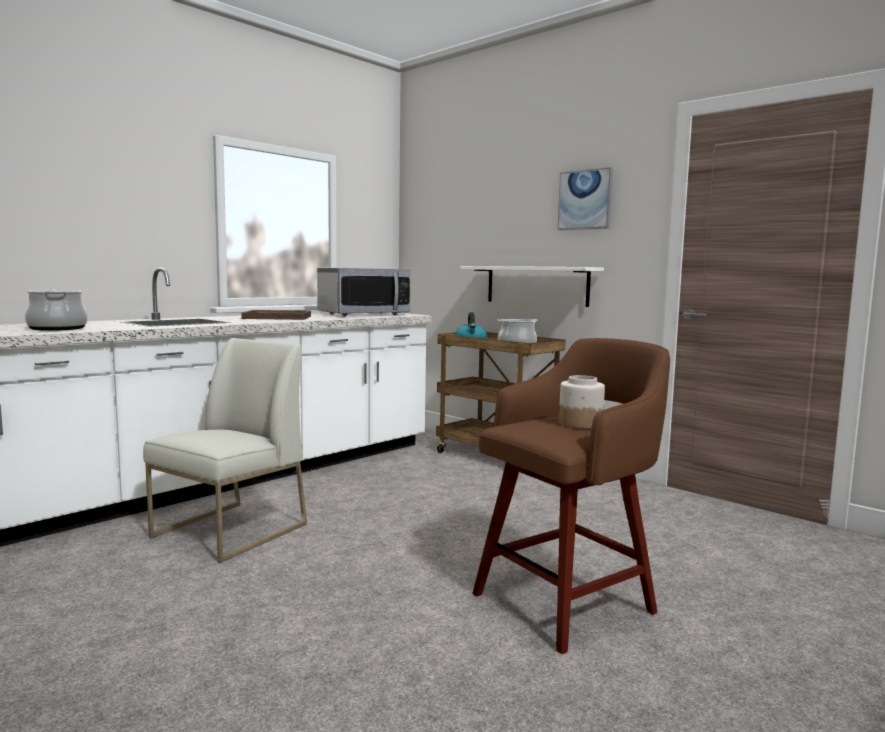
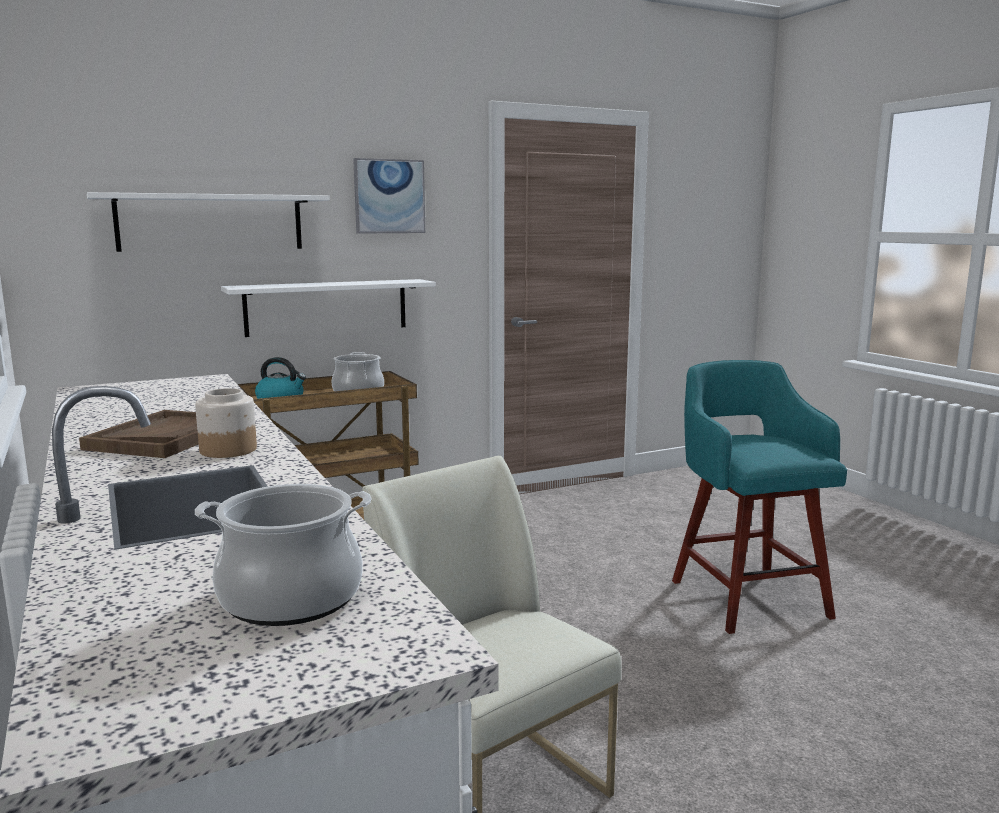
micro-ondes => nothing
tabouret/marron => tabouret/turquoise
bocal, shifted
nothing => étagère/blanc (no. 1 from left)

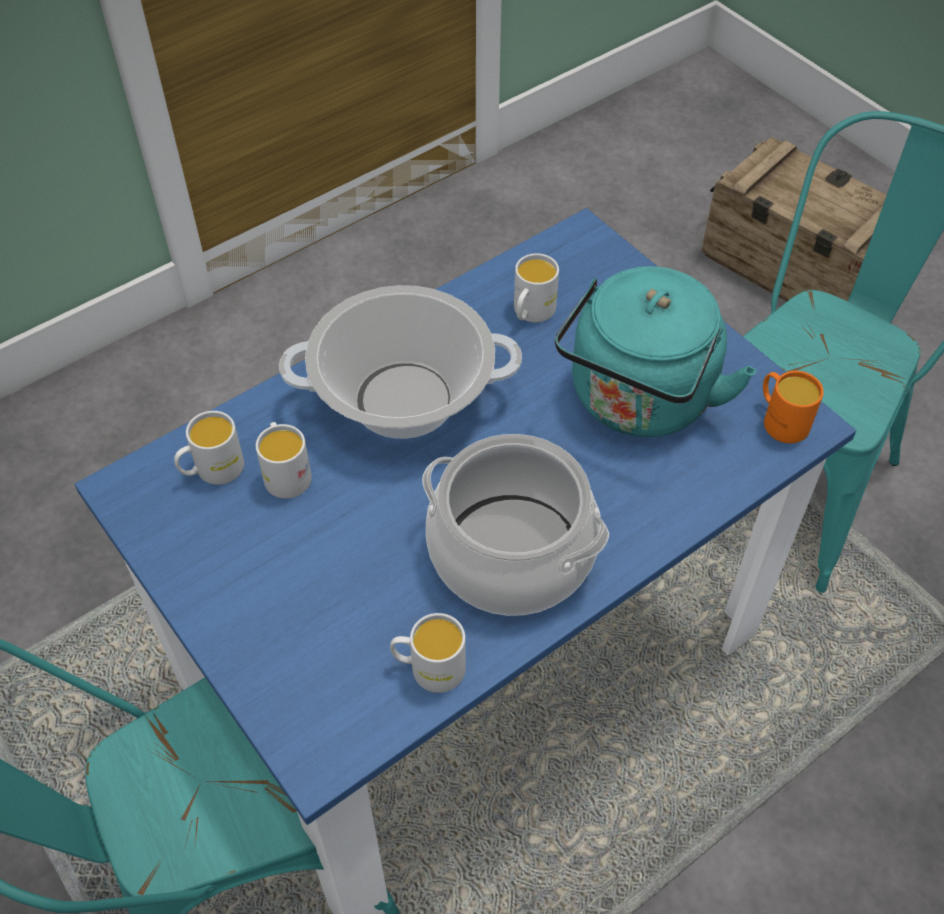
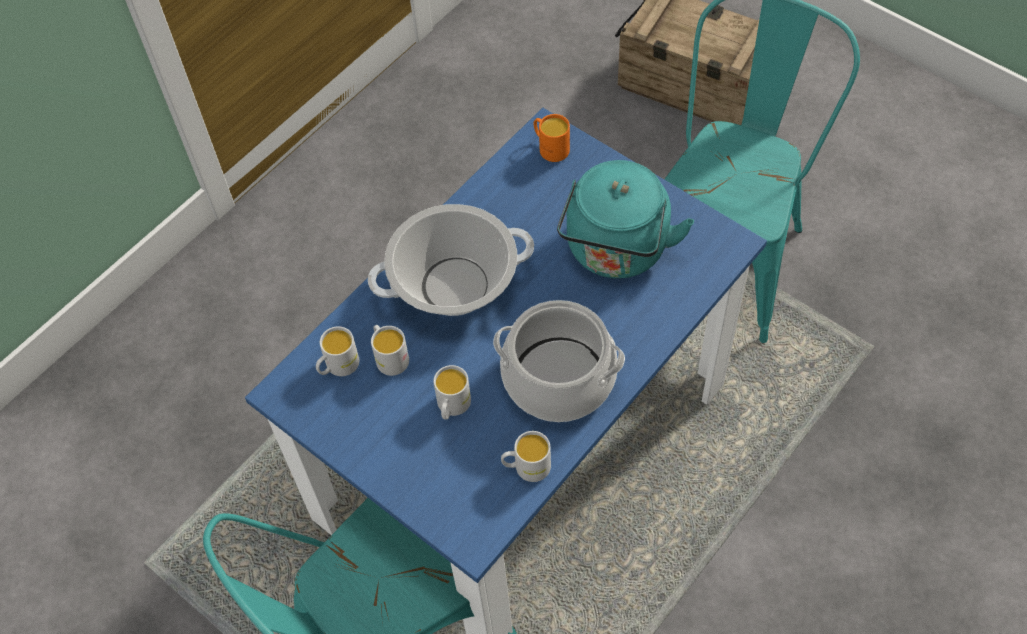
mug/blanc (no. 4 from left in the first image) => mug/blanc (no. 3 from left), shifted
mug/orange, shifted

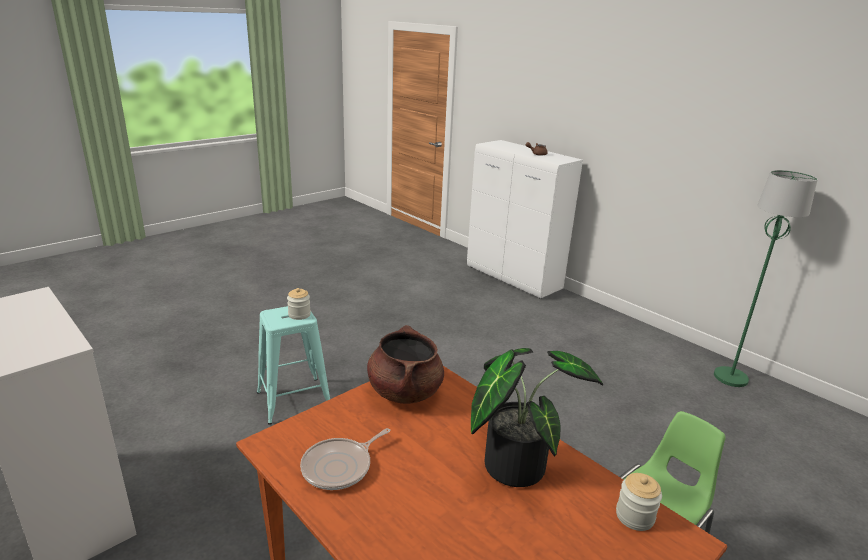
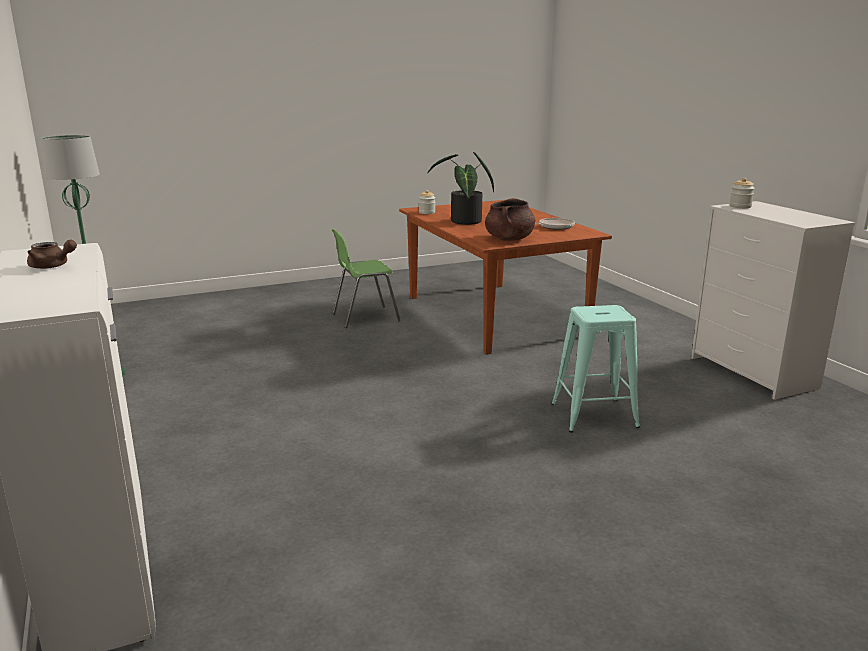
bocal (no. 1 from left in the first image) => bocal (no. 2 from left), shifted

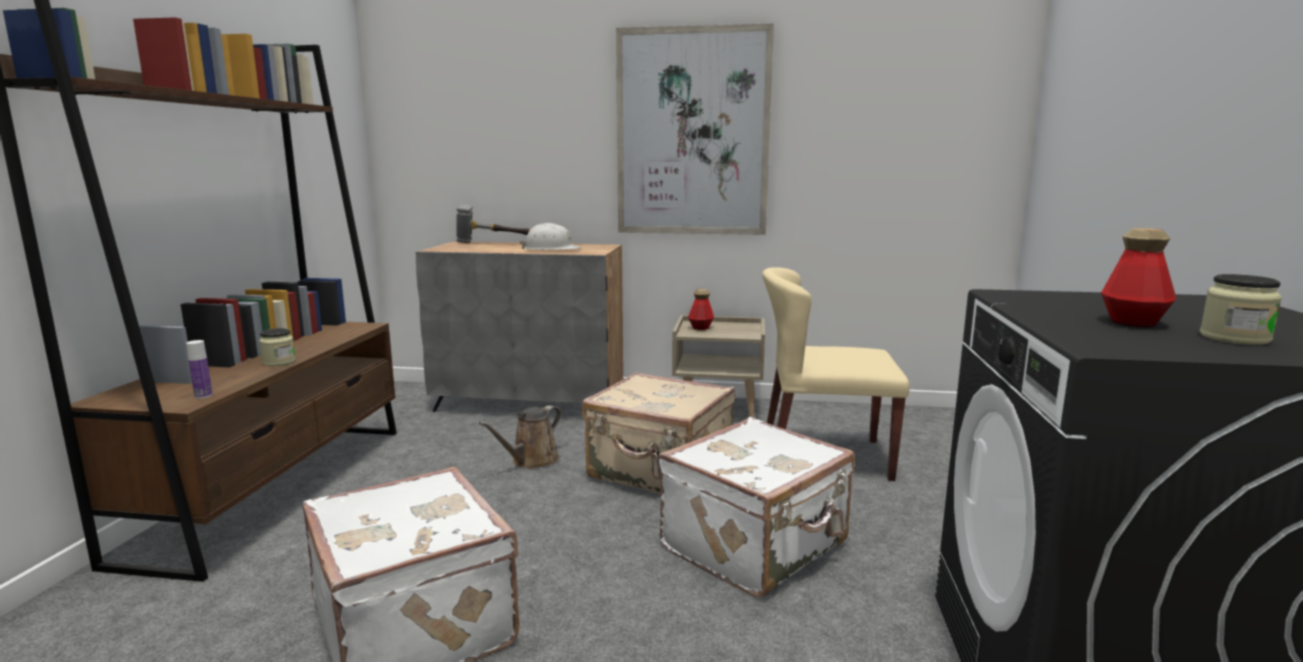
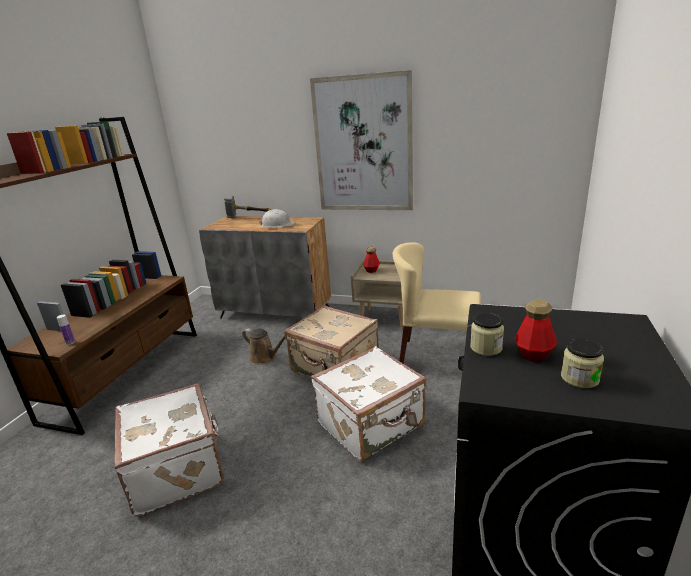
bocal (no. 1 from left), shifted
arrosoir/marron, 105 degrees counterclockwise

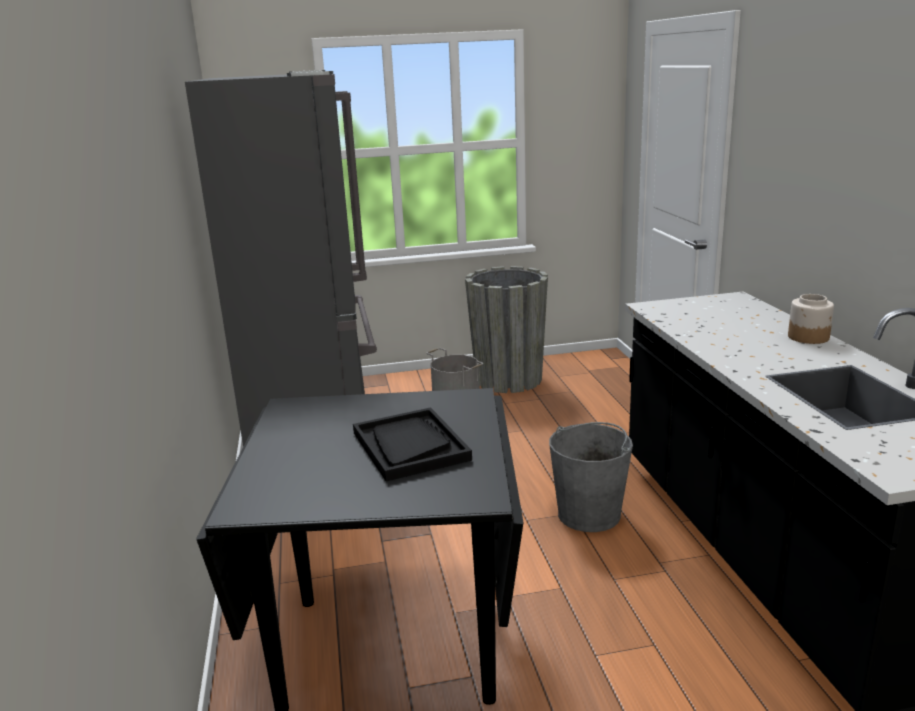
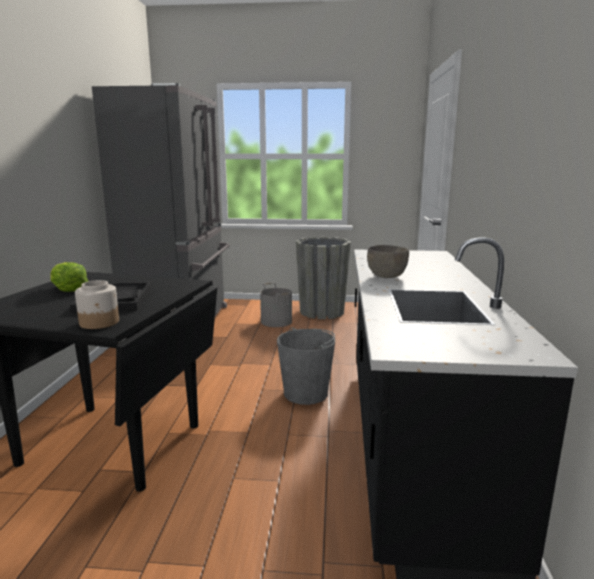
bocal, shifted
nothing => laitue
nothing => bol/gris

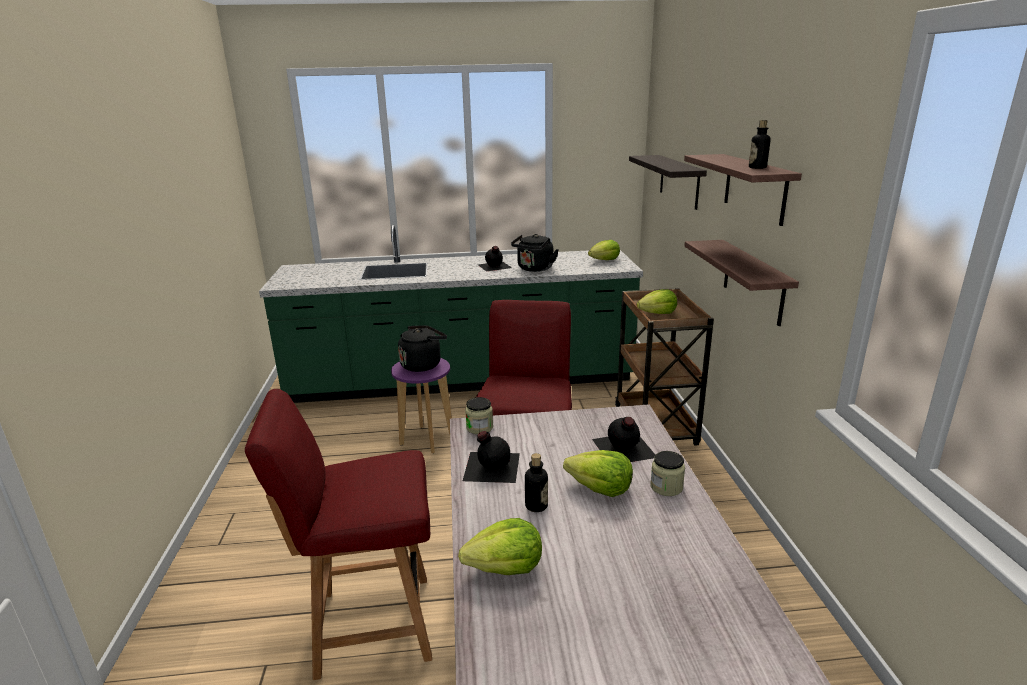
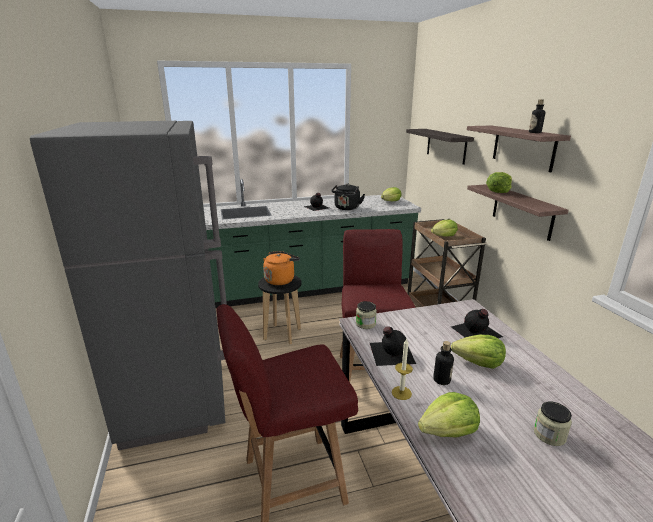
tabouret/violet => tabouret/noir
bouilloire/noir (no. 1 from left) => bouilloire/orange
bocal (no. 2 from left), shifted
nothing => réfrigérateur/gris
nothing => bougie
nothing => laitue (no. 5 from left)

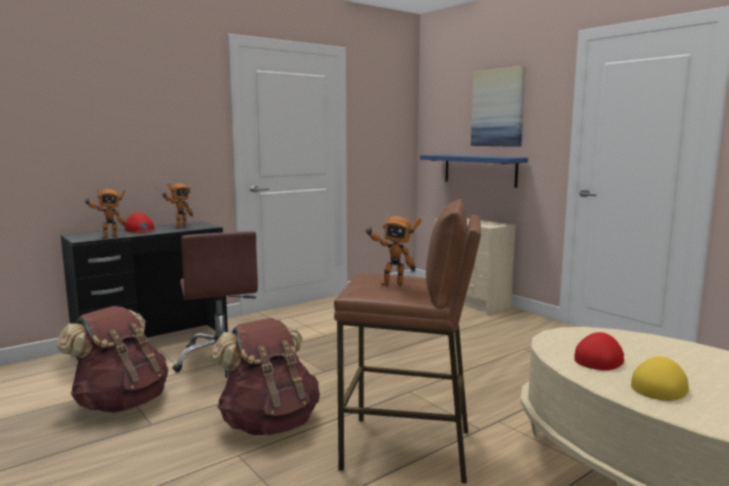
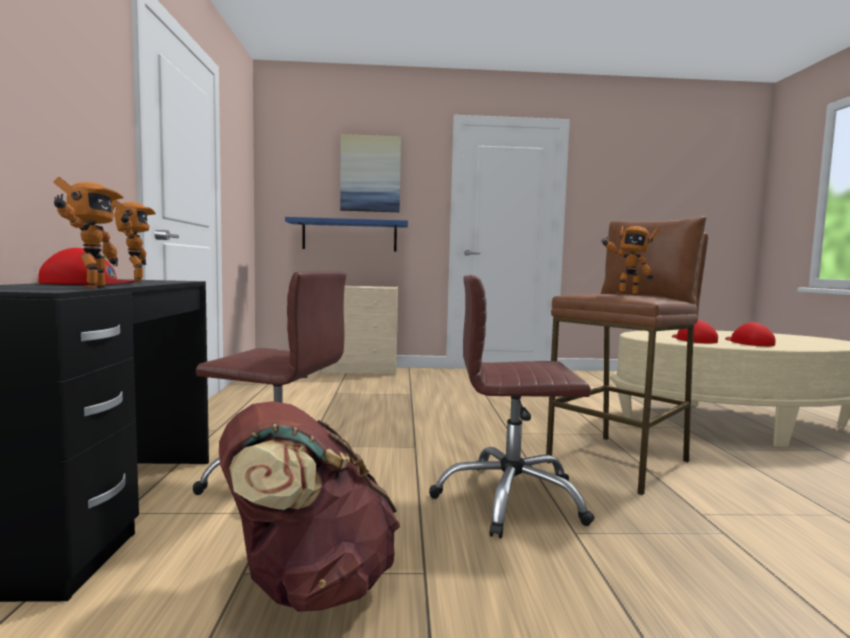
sac à dos/marron (no. 2 from left) => chaise de bureau/marron (no. 2 from left)
robot jouet (no. 3 from left), 60 degrees clockwise
casquette/jaune => casquette/rouge (no. 3 from left)

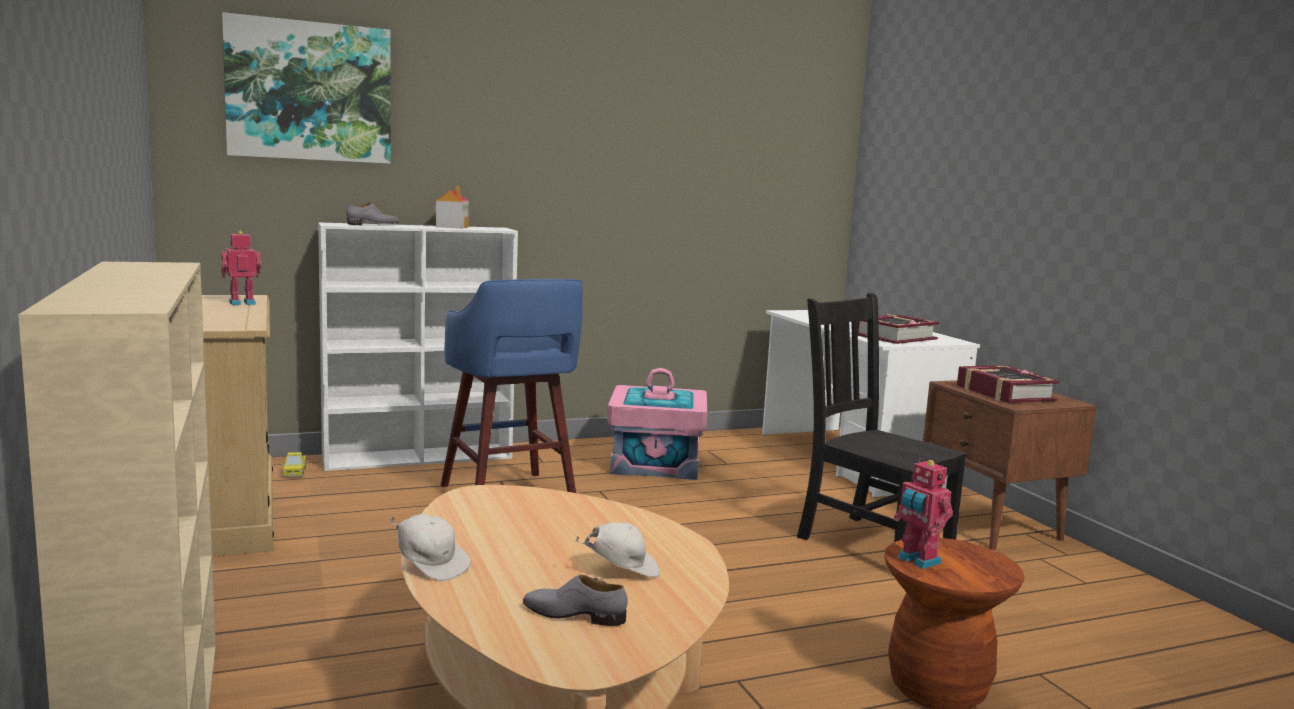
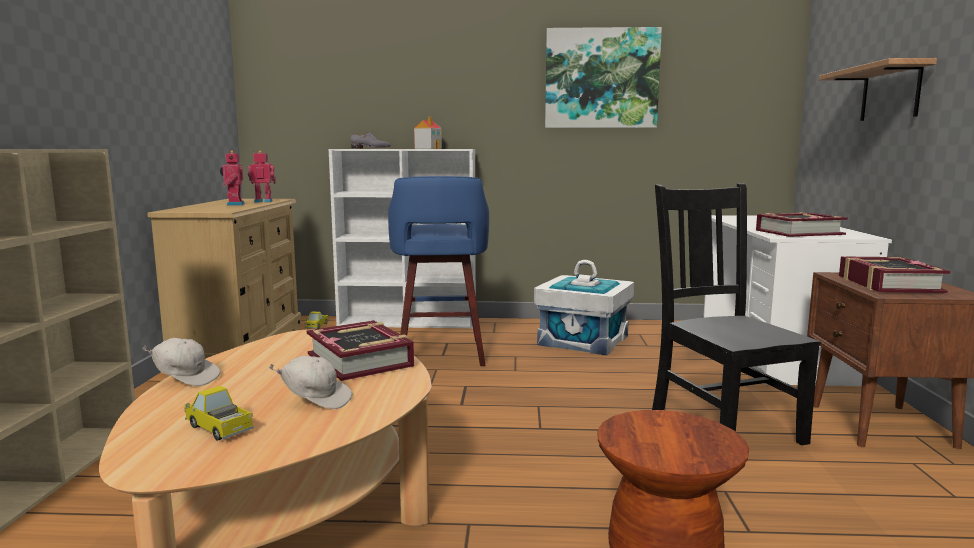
tableau, shifted
casquette/blanc (no. 1 from left), 45 degrees counterclockwise
chaussure/gris (no. 2 from left) => camion jouet (no. 1 from left)
boîte de rangement/rose => boîte de rangement/blanc
robot jouet (no. 2 from left in the first image) => robot jouet (no. 1 from left), shifted
nothing => livre (no. 1 from left)
nothing => étagère

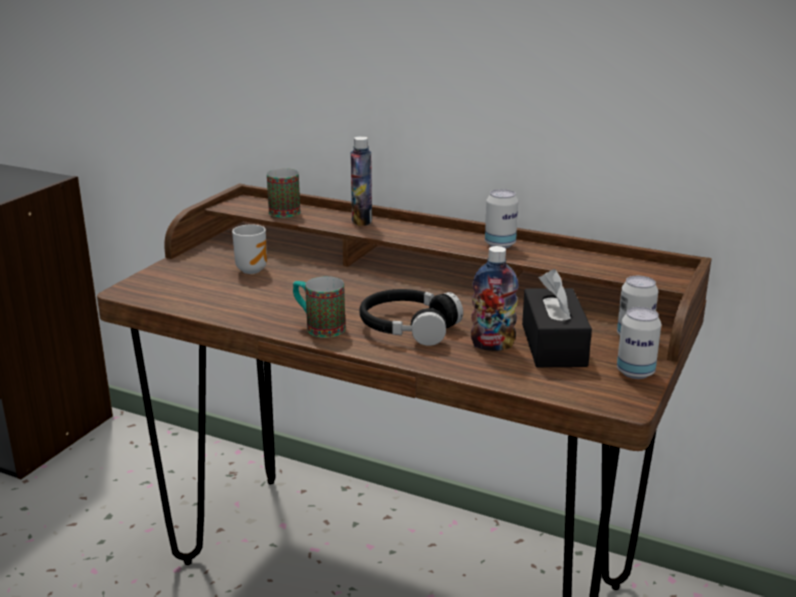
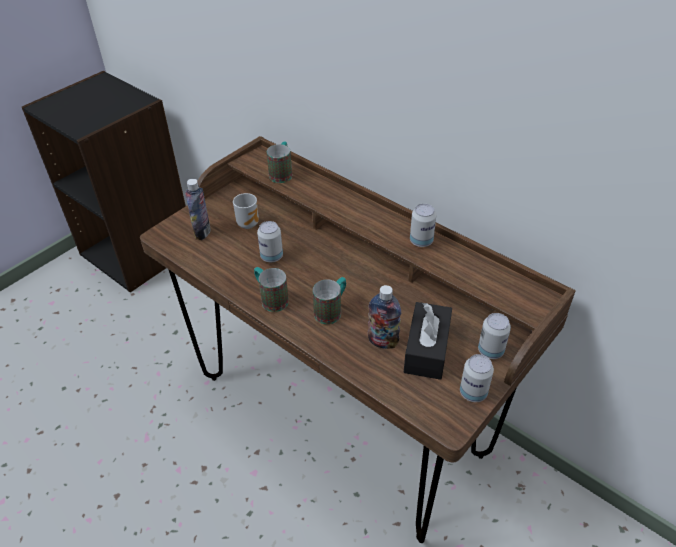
bouteille (no. 1 from left), shifted
casque audio/noir => mug (no. 4 from left)
nothing => boîte métallique (no. 1 from left)

